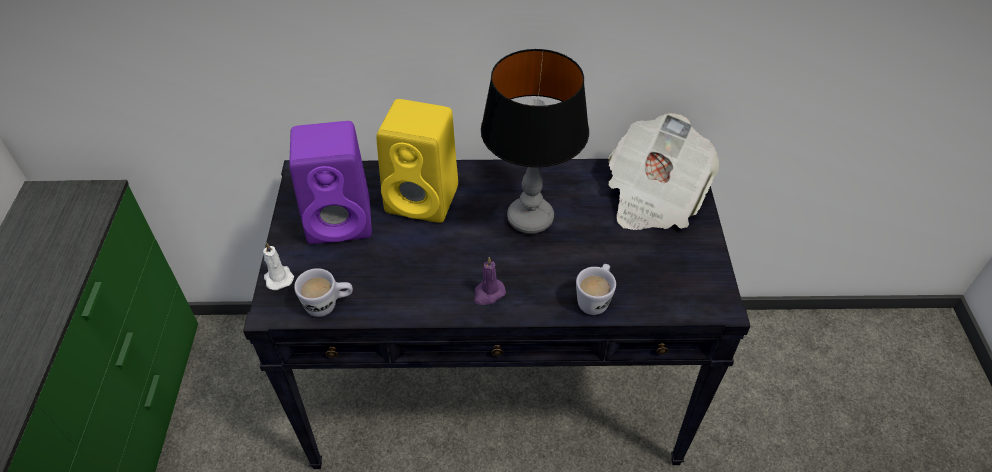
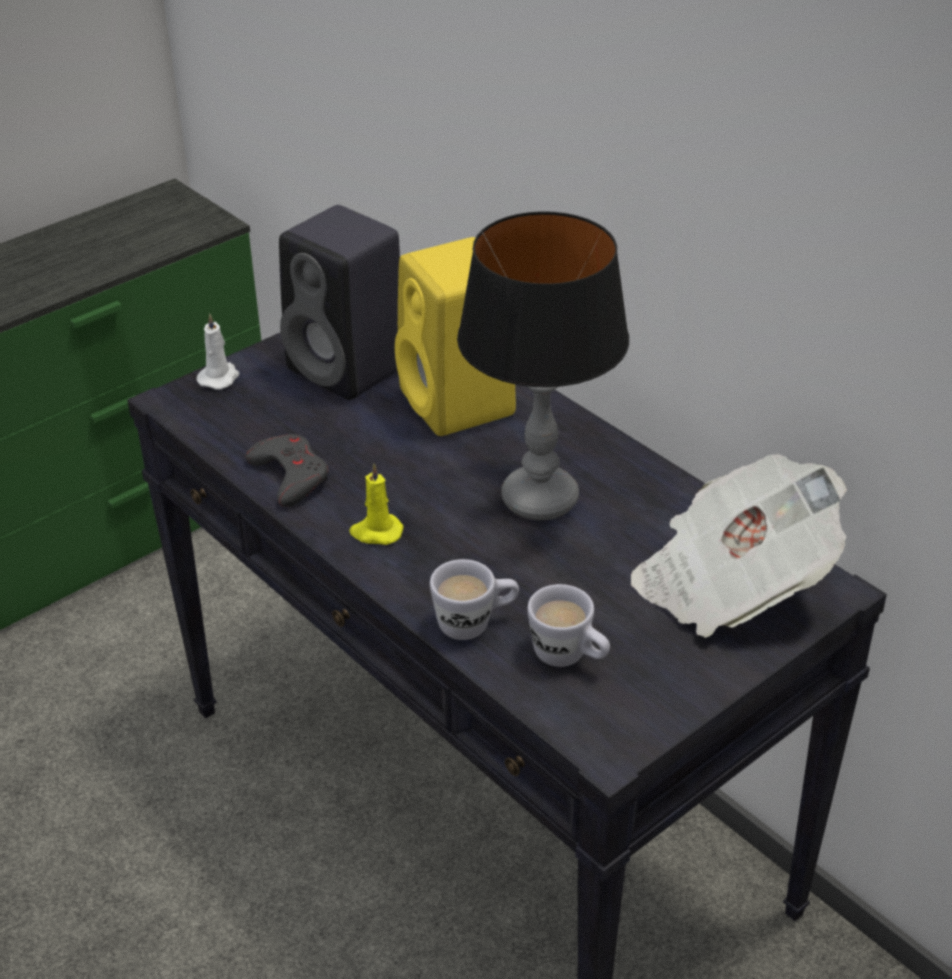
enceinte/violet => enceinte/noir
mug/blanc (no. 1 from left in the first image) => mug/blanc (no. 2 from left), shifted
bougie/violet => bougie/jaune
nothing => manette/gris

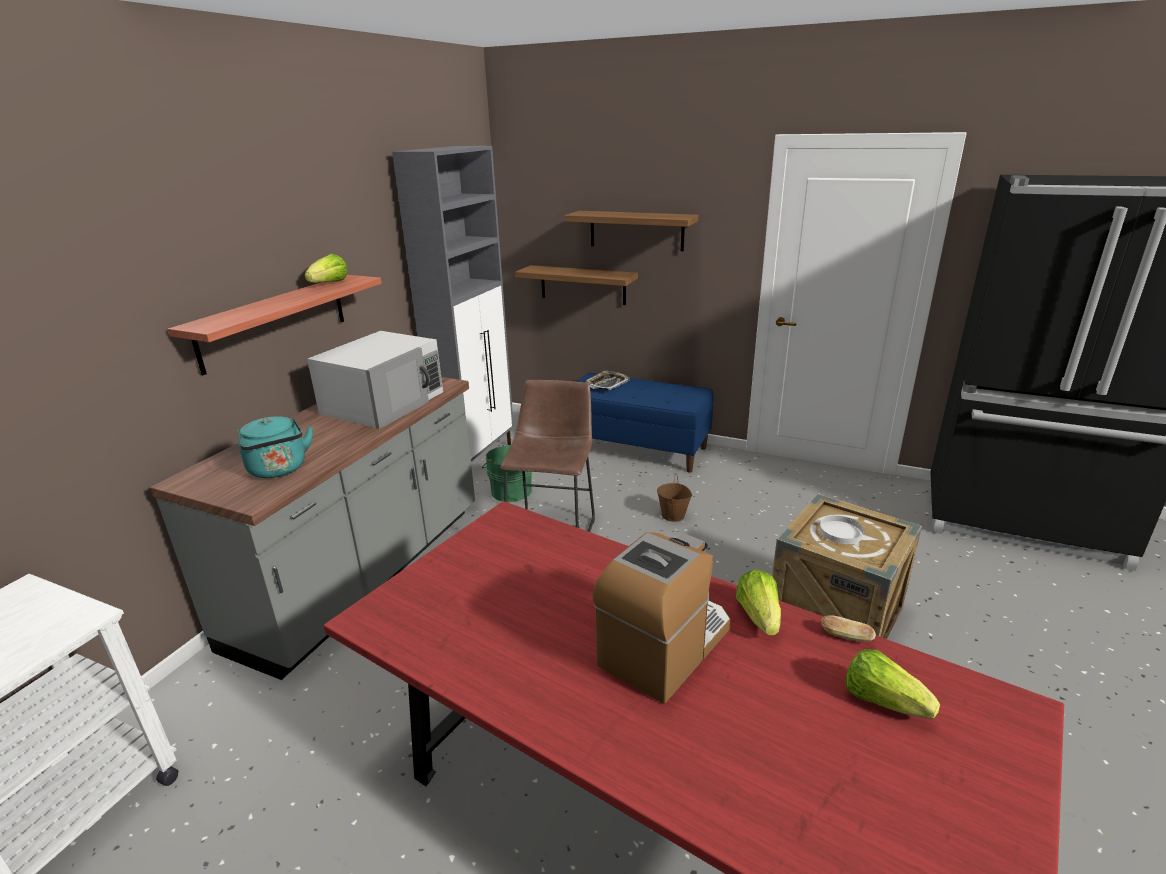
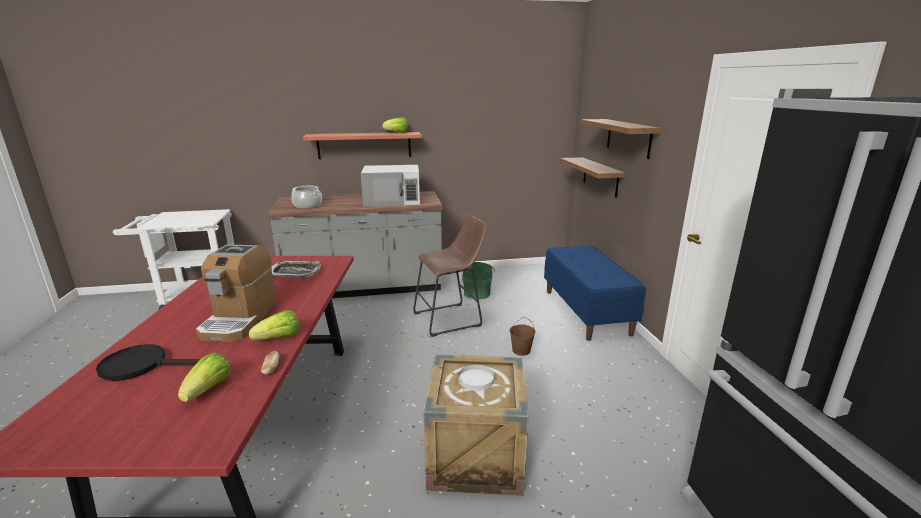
bouilloire/turquoise => marmite
meuble de rangement/gris => nothing
plateau, shifted
machine à café, 90 degrees clockwise
nothing => poêle/noir

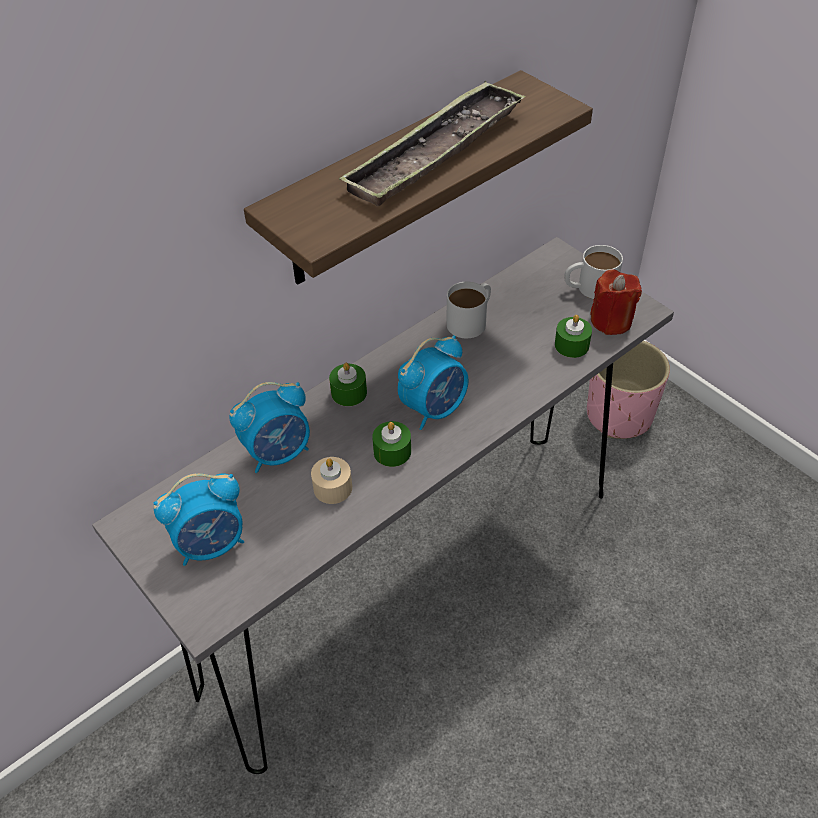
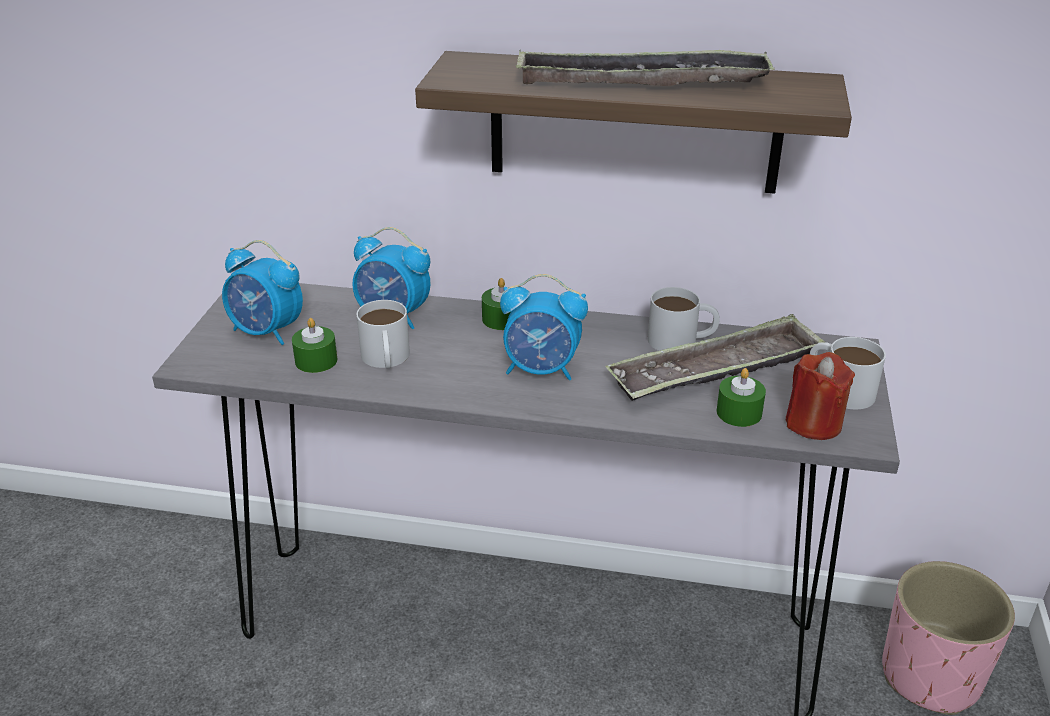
bougie/beige => mug/blanc (no. 1 from left)
bougie/vert (no. 2 from left in the first image) => bougie/vert (no. 1 from left), shifted
nothing => plateau (no. 2 from left)

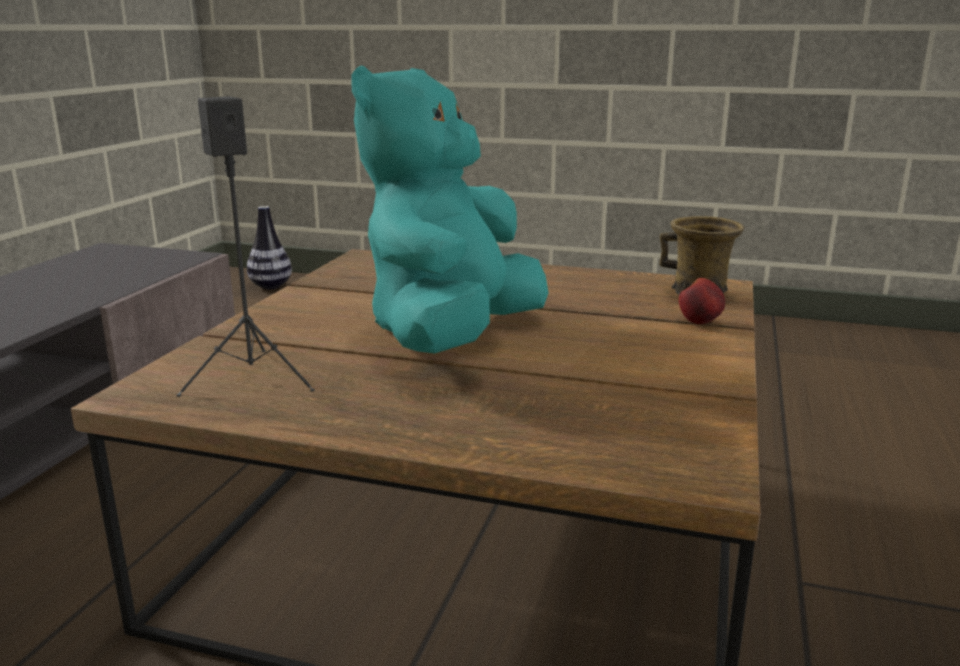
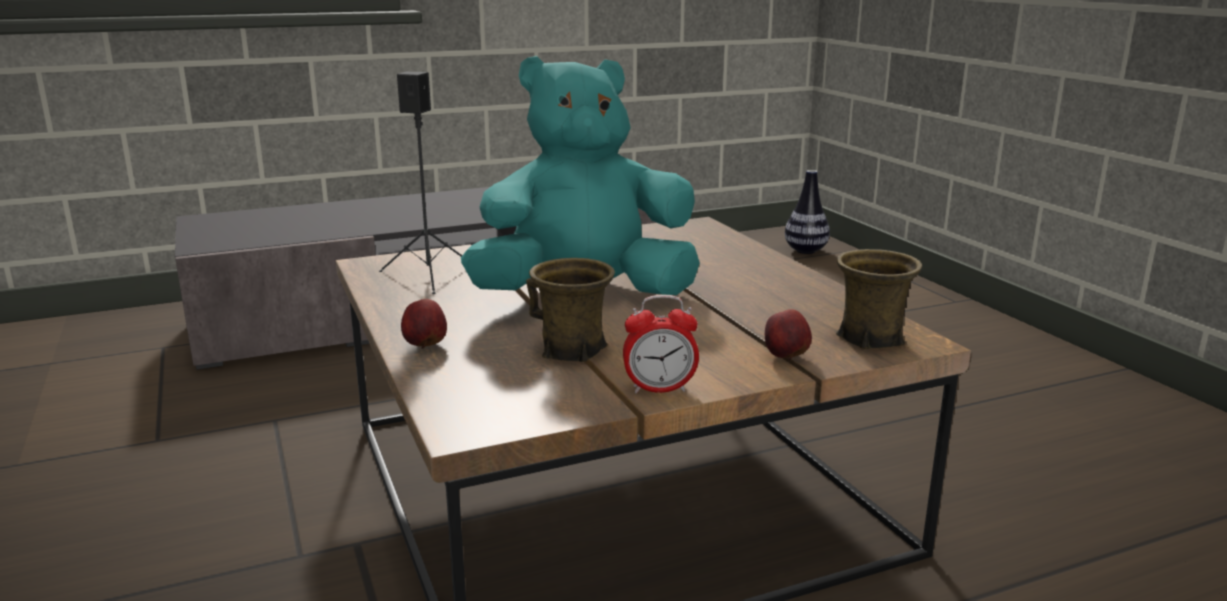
nothing => pomme (no. 1 from left)
nothing => mug/marron (no. 1 from left)
nothing => réveil

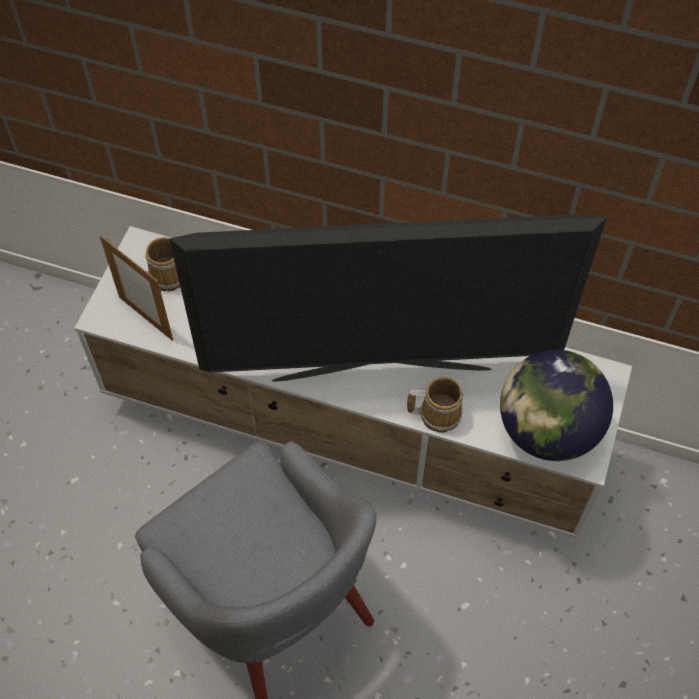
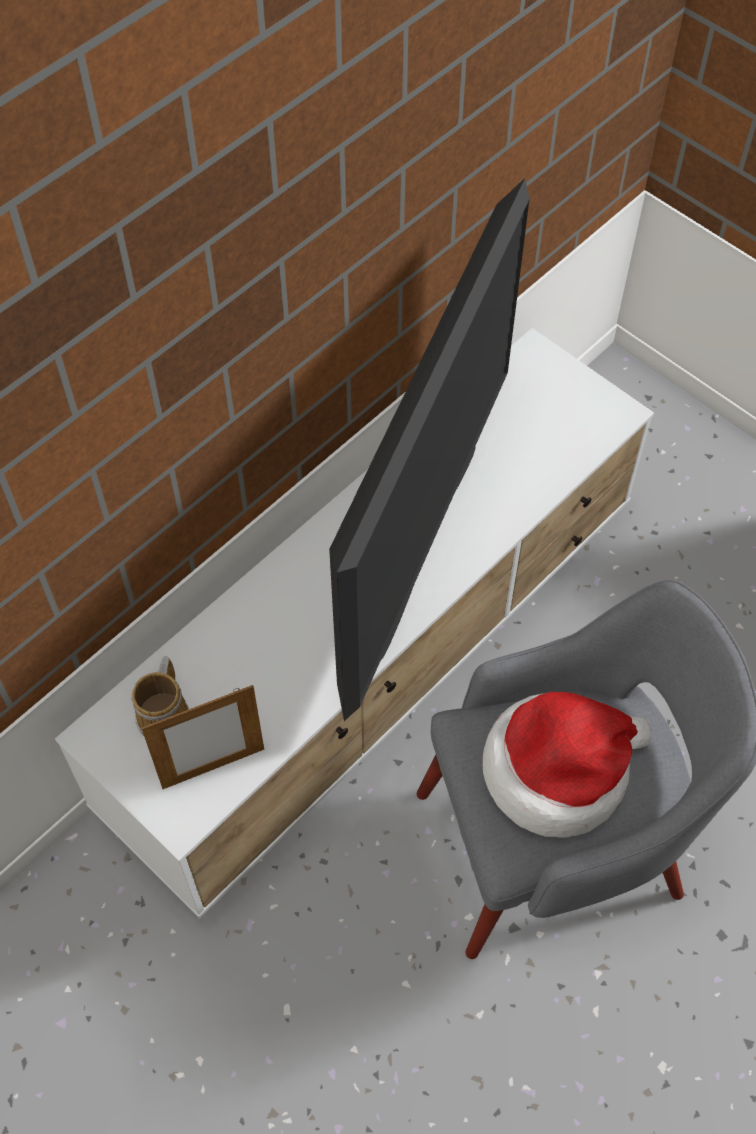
mug (no. 2 from left) => nothing
globe => nothing
nothing => chapeau

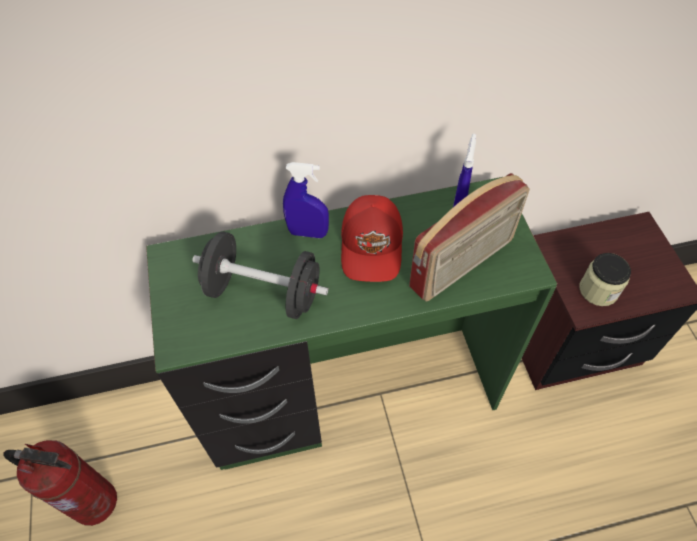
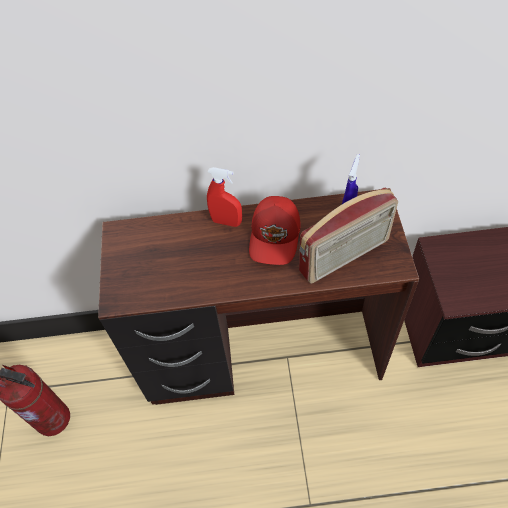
bureau/vert => bureau/marron
haltère/noir => nothing
vaporisateur/bleu (no. 1 from left) => vaporisateur/rouge
bocal => nothing

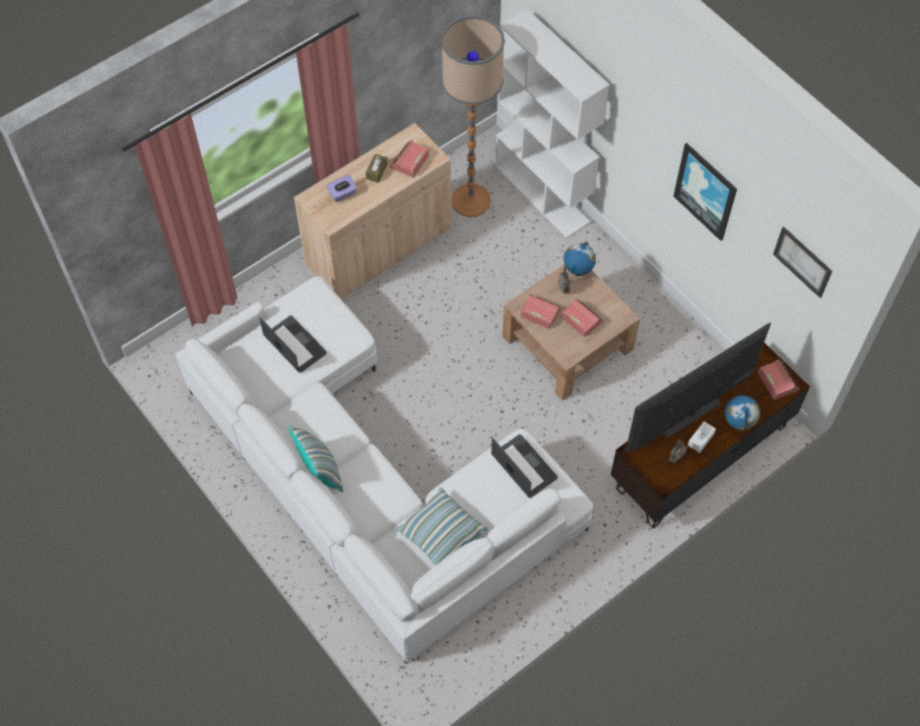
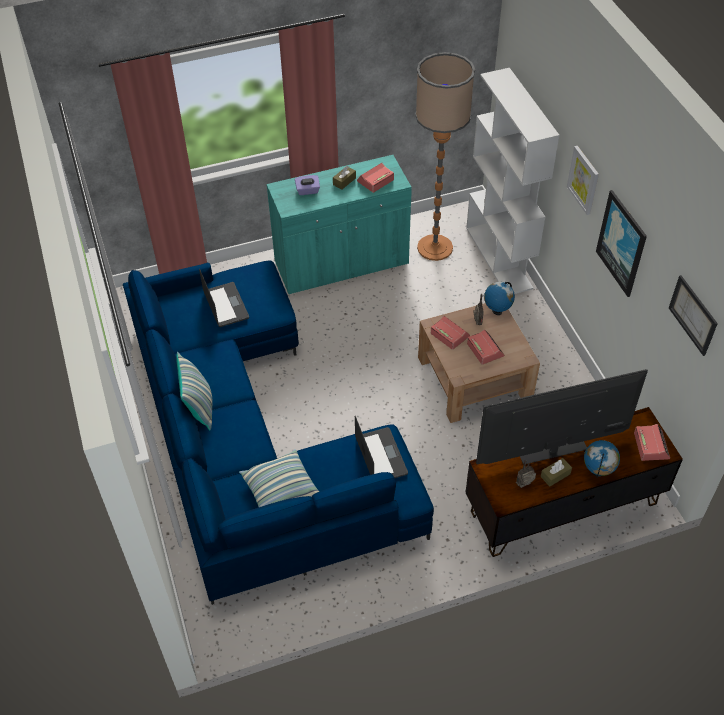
canapé/blanc => canapé/bleu
meuble de rangement/beige => meuble de rangement/turquoise
boîte à mouchoirs/blanc => boîte à mouchoirs/marron (no. 2 from left)
nothing => tableau (no. 1 from left)

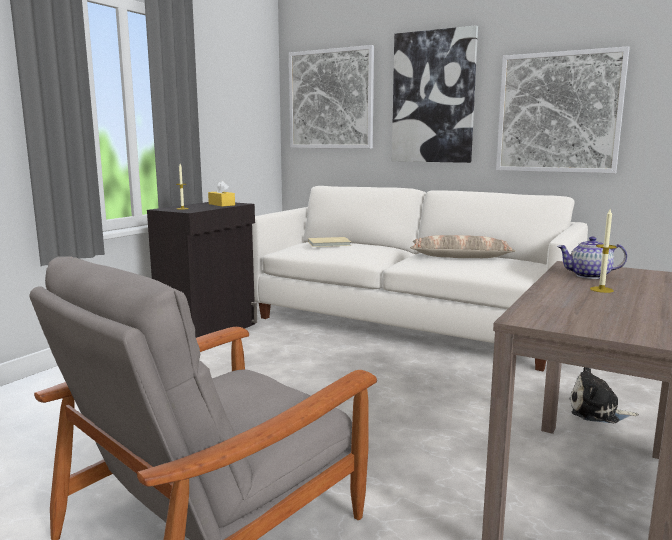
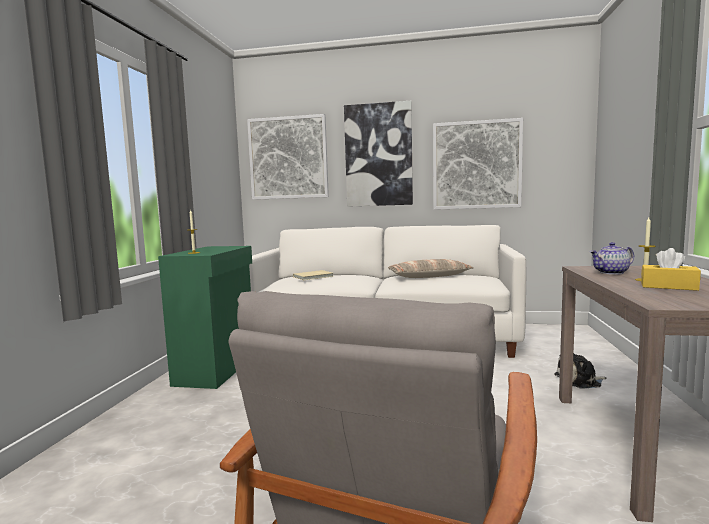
meuble de rangement/noir => meuble de rangement/vert
boîte à mouchoirs/jaune, shifted

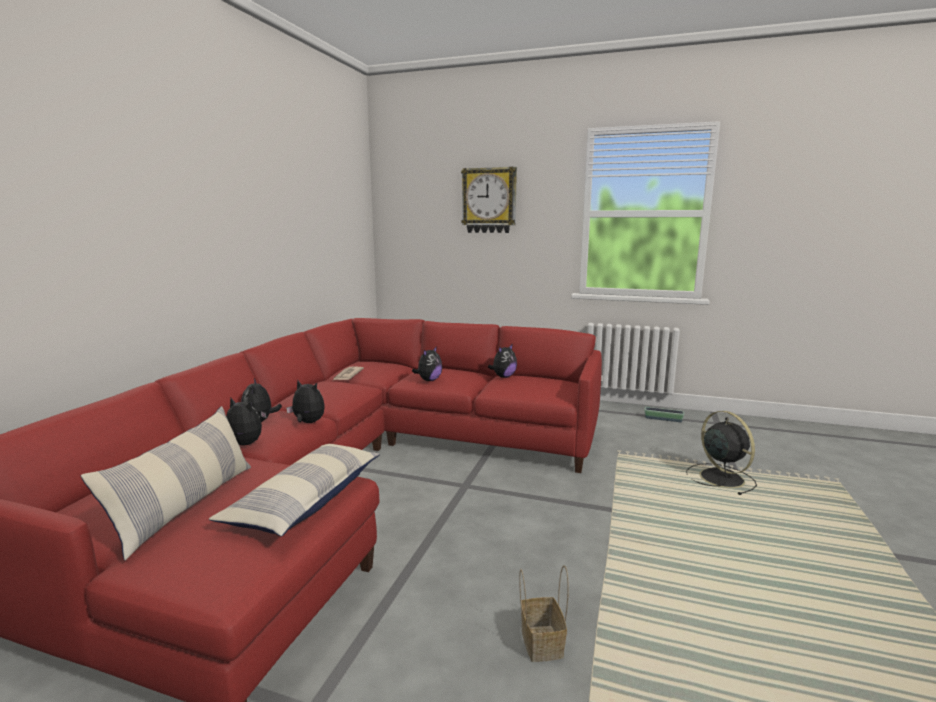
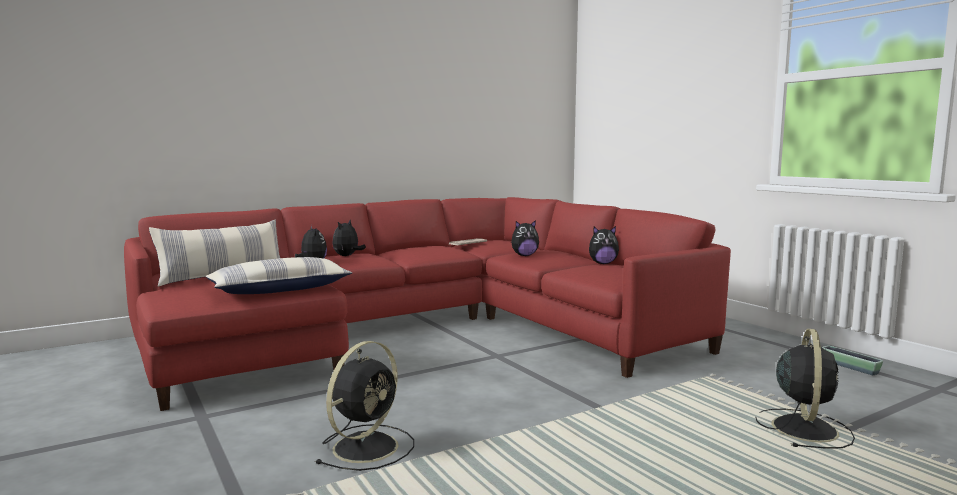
peluche (no. 3 from left) => nothing
horloge murale => nothing
panier => ventilateur/noir (no. 1 from left)

